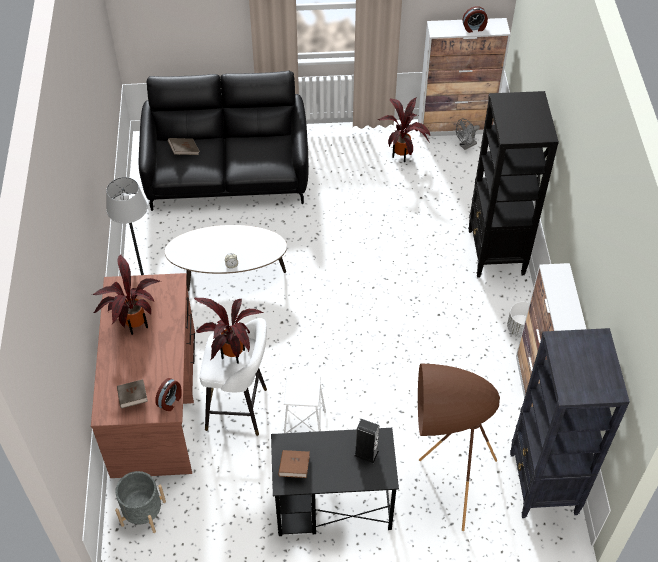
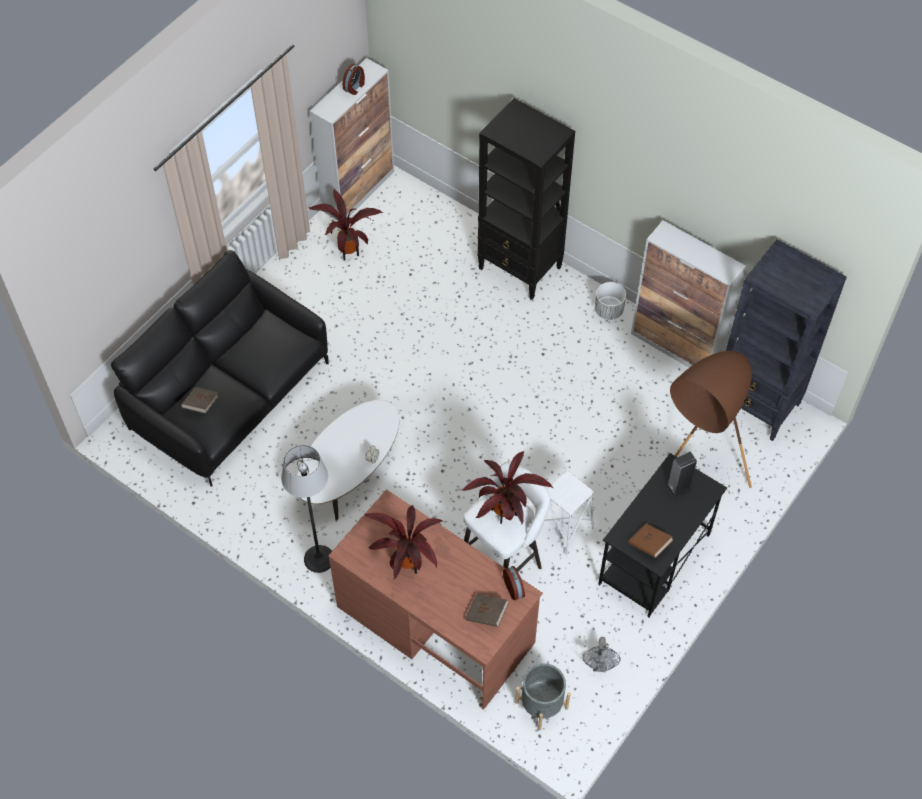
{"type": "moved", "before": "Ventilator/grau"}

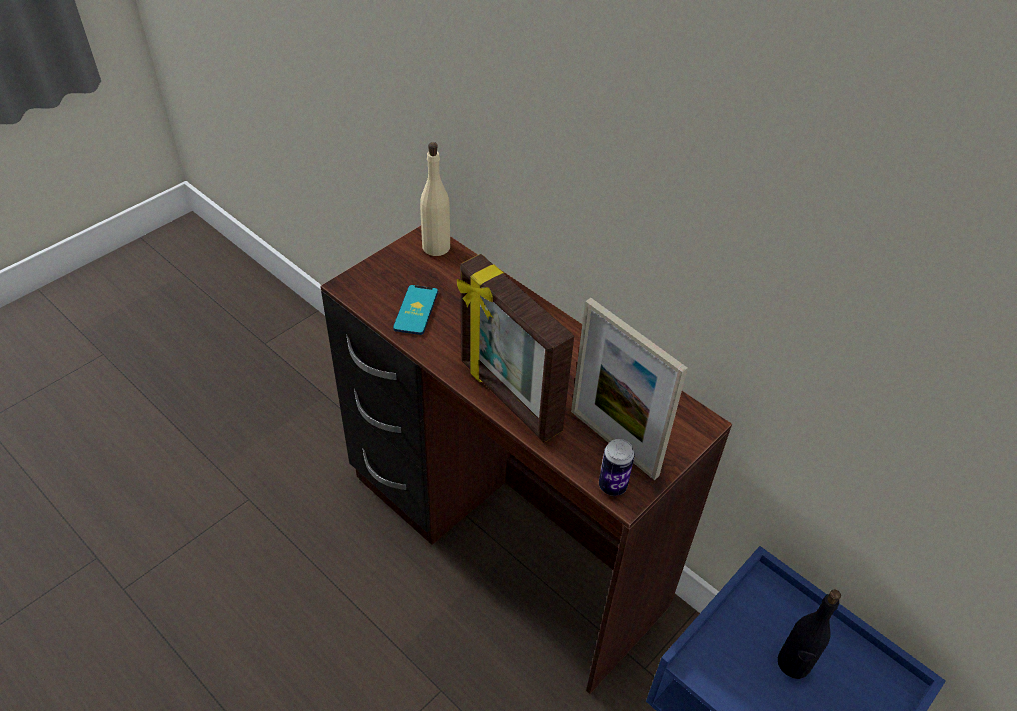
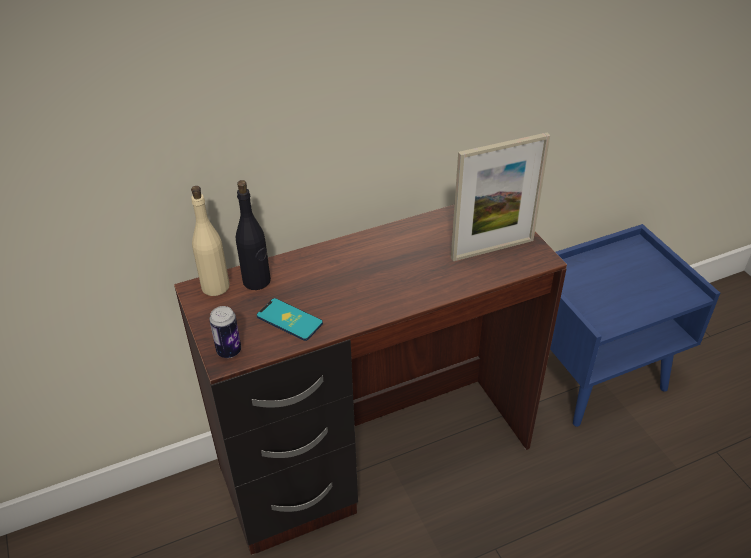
{"type": "moved", "before": "Dose"}
{"type": "moved", "before": "Flasche/schwarz"}
{"type": "removed", "before": "Bilderrahmen (1st from left)"}

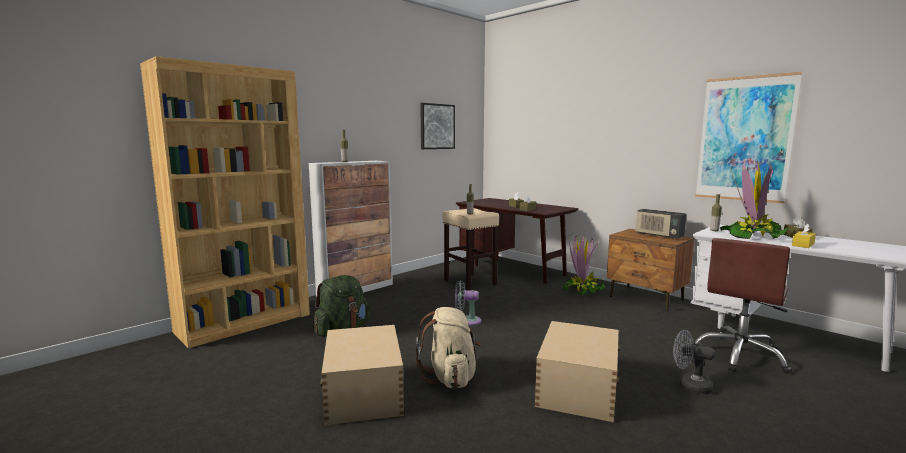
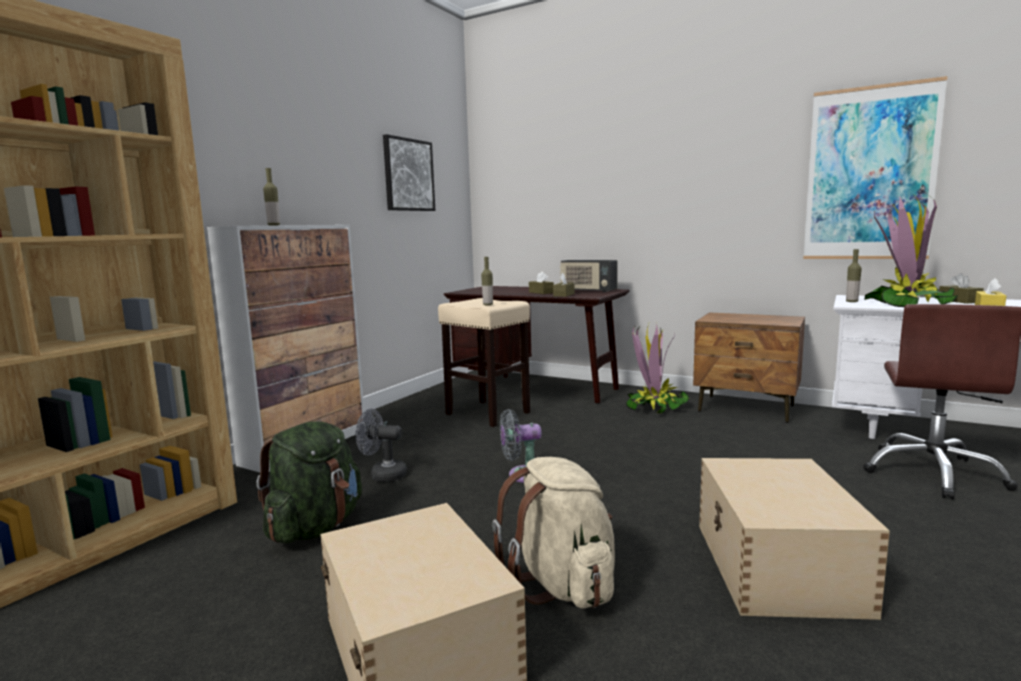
{"type": "moved", "before": "Ventilator/grau (2nd from left in the first image)", "after": "Ventilator/grau (1st from left)"}
{"type": "moved", "before": "Radio"}

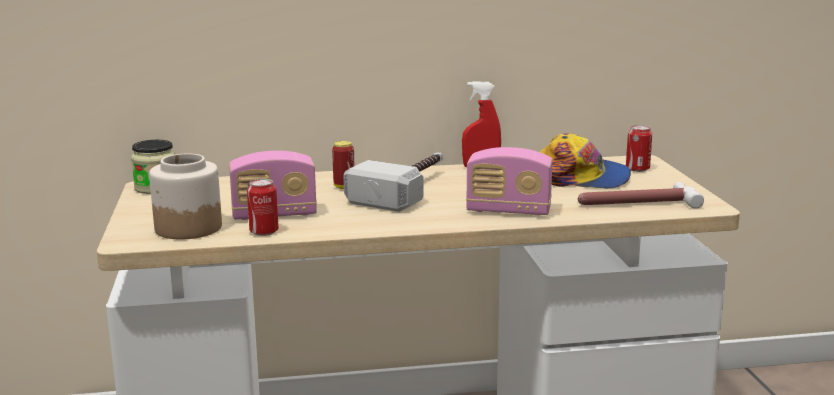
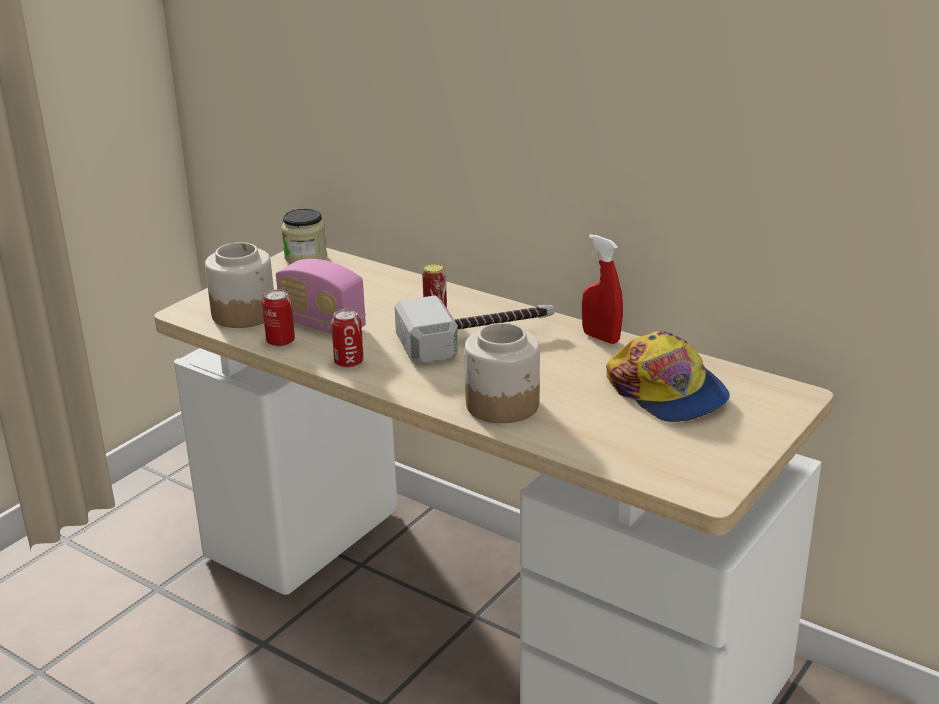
{"type": "moved", "before": "Dose (3rd from left in the first image)", "after": "Dose (2nd from left)"}
{"type": "replaced", "before": "Radio (2nd from left)", "after": "Vorratsglas (3rd from left)"}
{"type": "removed", "before": "Hammer (2nd from left)"}

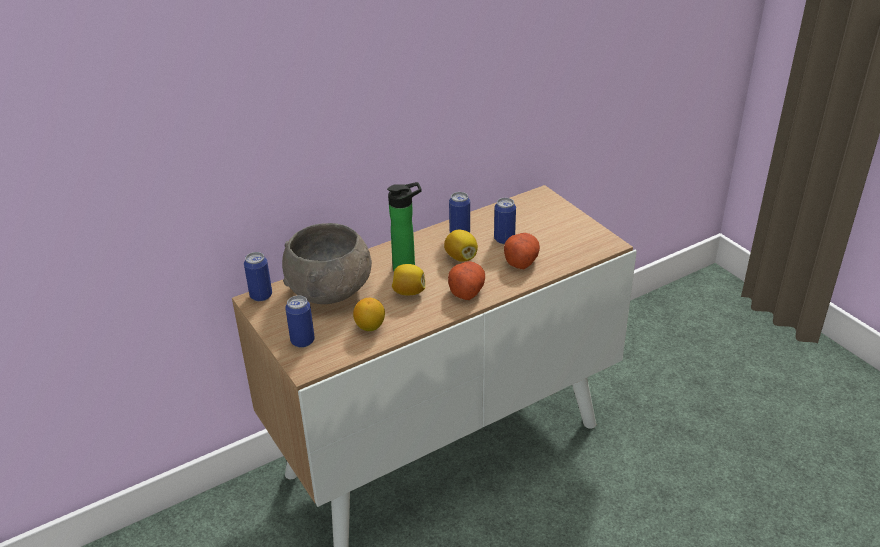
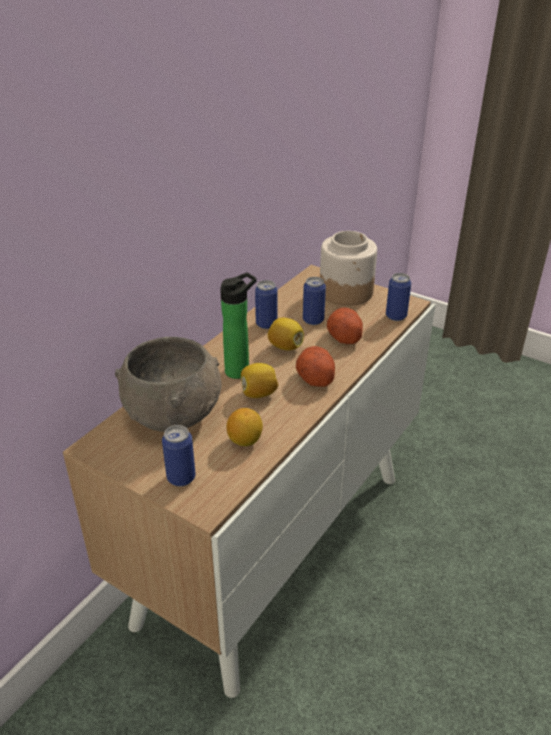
{"type": "added", "after": "Vorratsglas"}
{"type": "moved", "before": "Dose (1st from left in the first image)", "after": "Dose (4th from left)"}

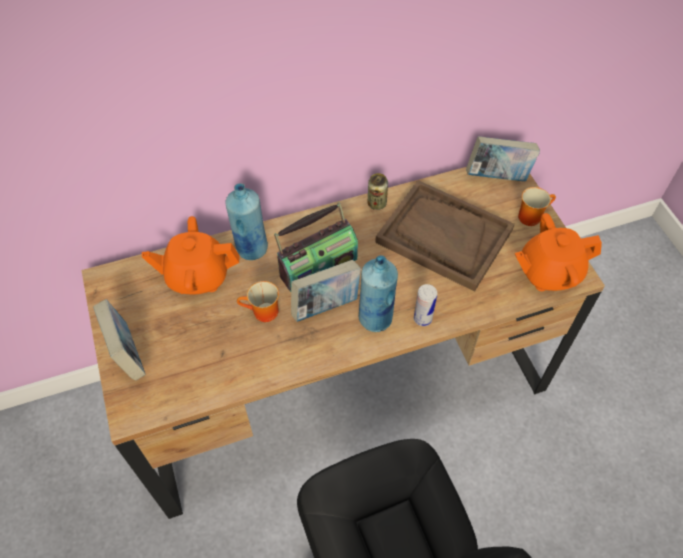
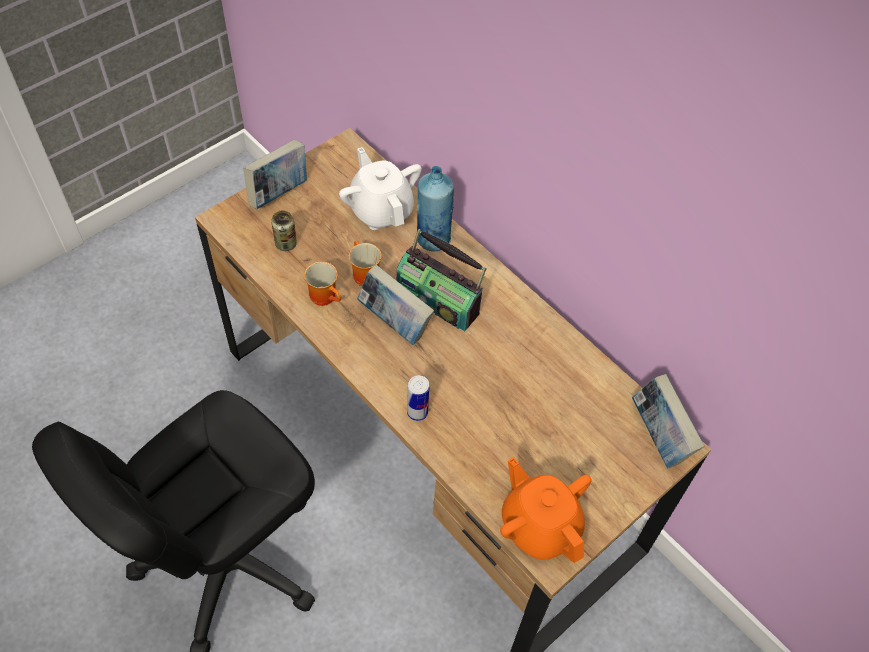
{"type": "moved", "before": "Dose (1st from left)"}
{"type": "moved", "before": "Henkelbecher (2nd from left in the first image)", "after": "Henkelbecher (1st from left)"}
{"type": "recoloured", "before": "Teekanne/orange (1st from left)", "after": "Teekanne/weiß"}
{"type": "removed", "before": "Flasche/blau (2nd from left)"}
{"type": "removed", "before": "Tablett/braun"}

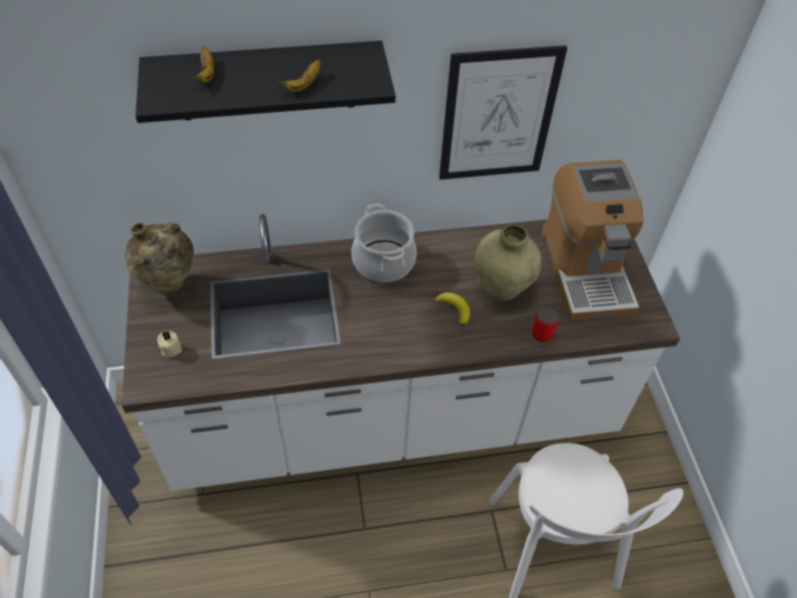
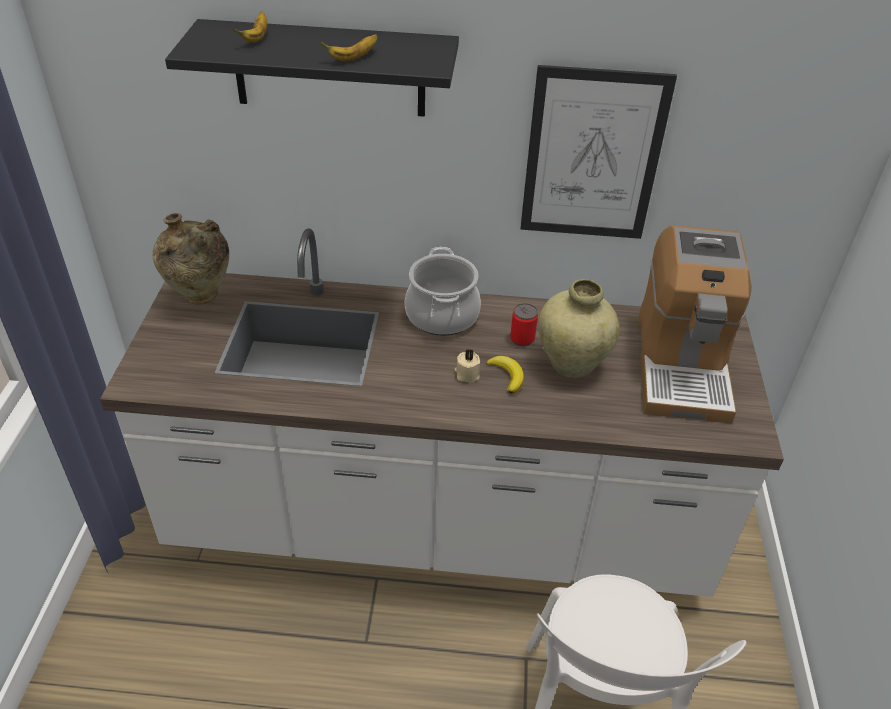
{"type": "moved", "before": "Kerze/beige"}
{"type": "moved", "before": "Dose"}

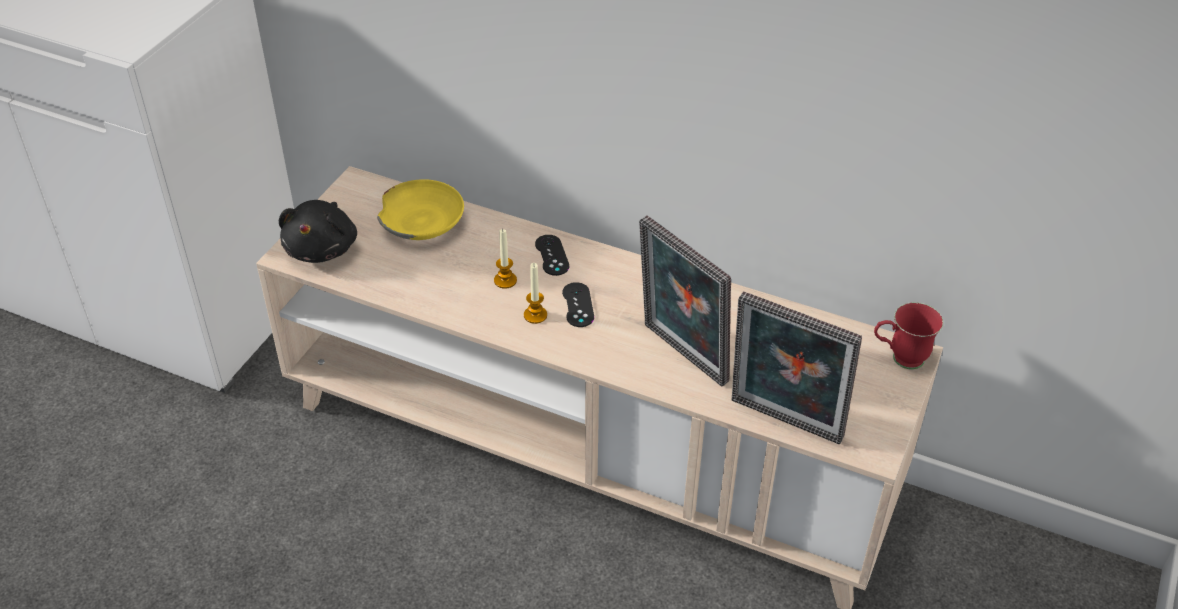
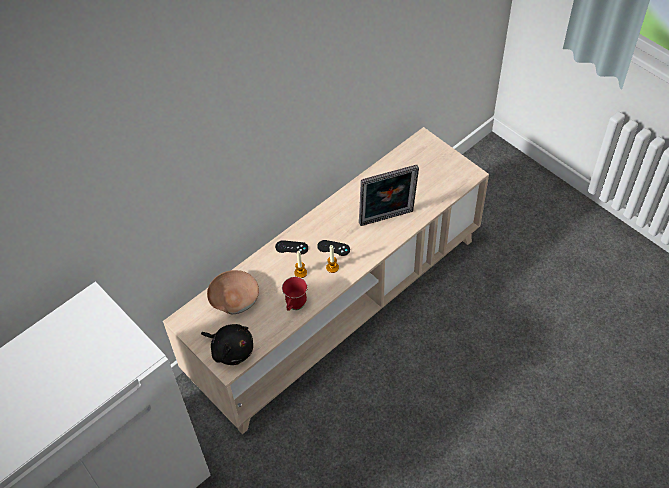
{"type": "recoloured", "before": "Schüssel/gelb", "after": "Schüssel/braun"}
{"type": "moved", "before": "Henkelbecher/rot"}
{"type": "removed", "before": "Bilderrahmen (2nd from left)"}

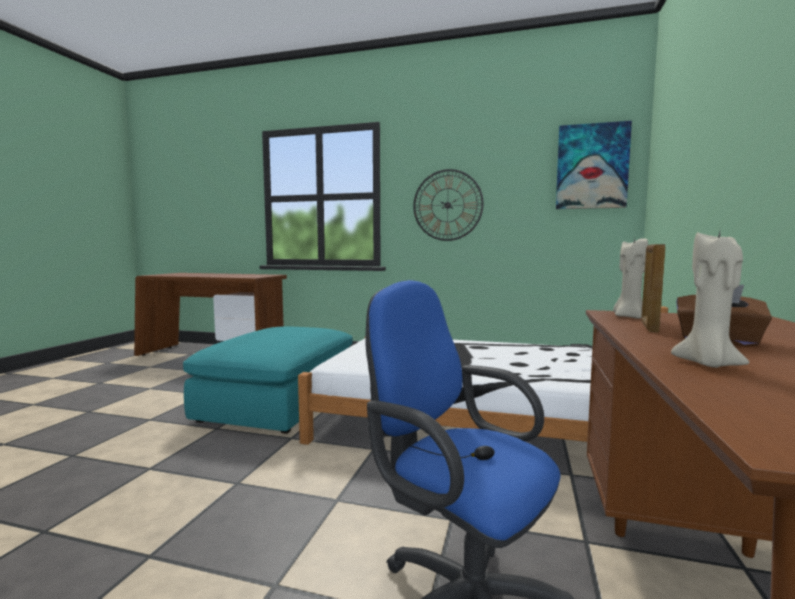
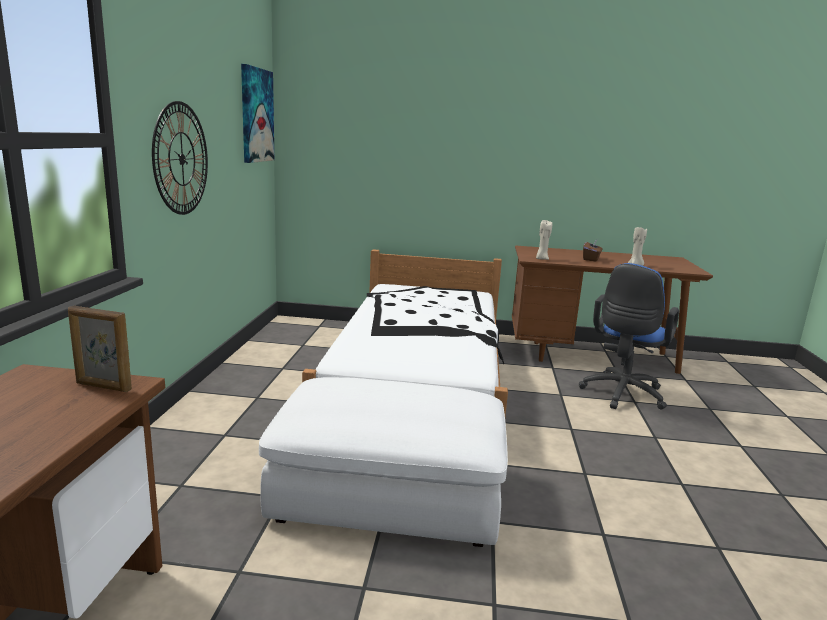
{"type": "moved", "before": "Bilderrahmen"}
{"type": "recoloured", "before": "Polsterhocker/türkis", "after": "Polsterhocker/weiß"}

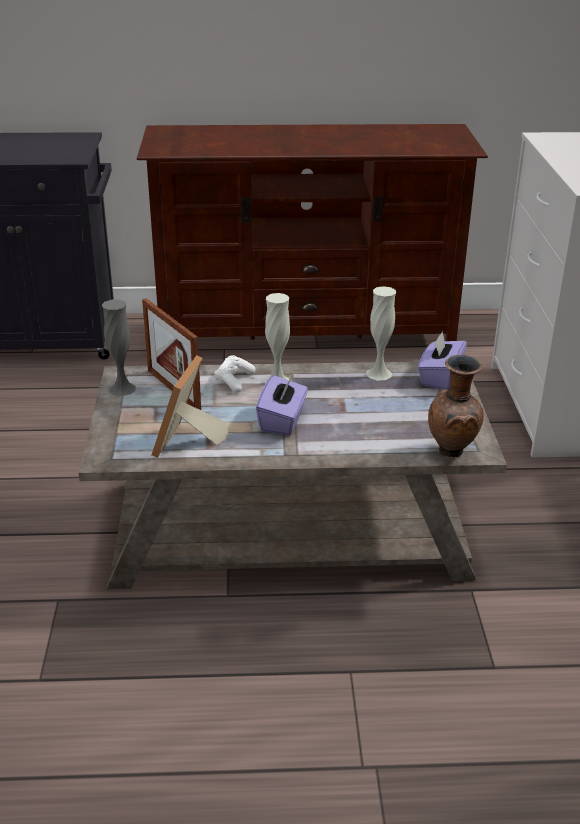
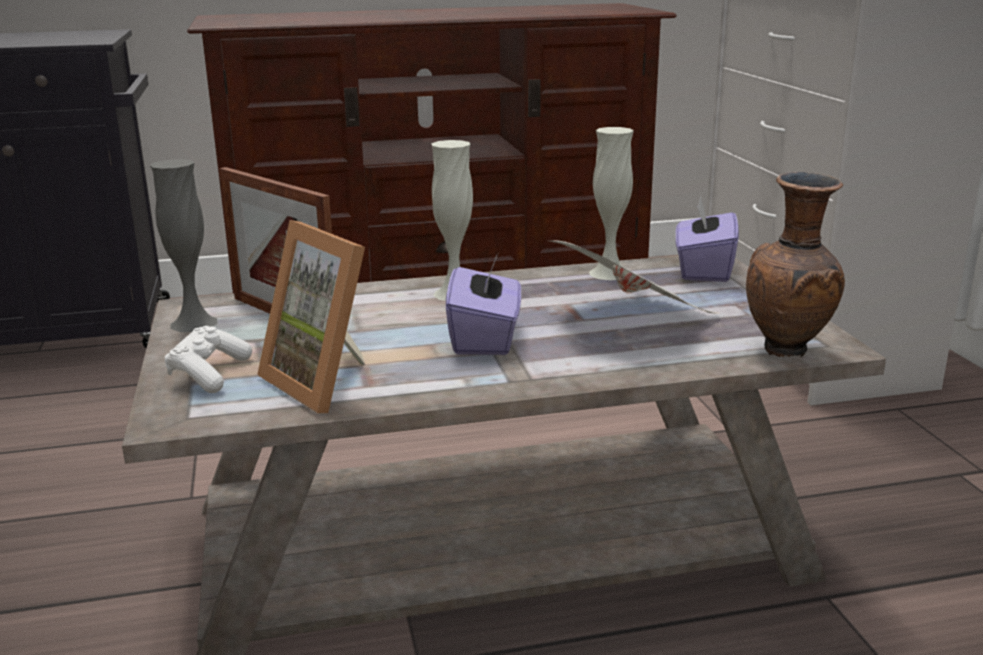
{"type": "moved", "before": "Gamepad/weiß"}
{"type": "turned", "before": "Bilderrahmen (2nd from left)", "turn": -45}
{"type": "added", "after": "Zeitung"}

